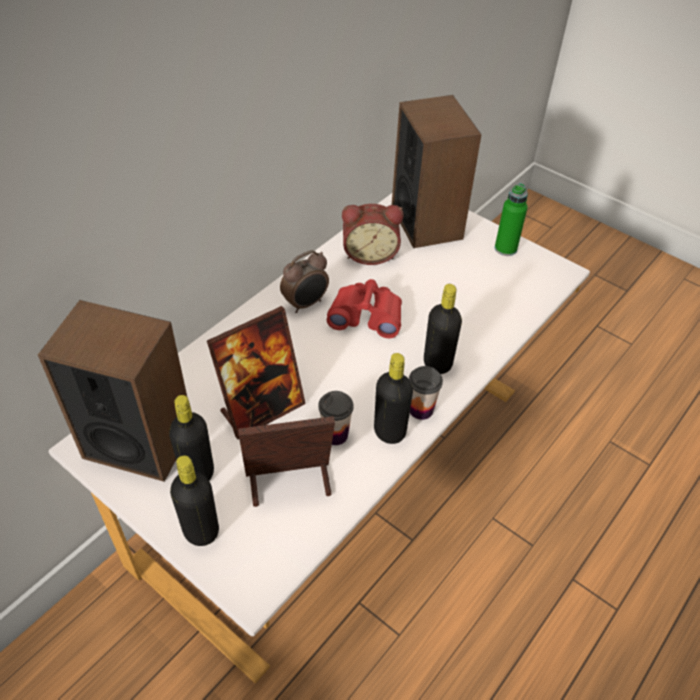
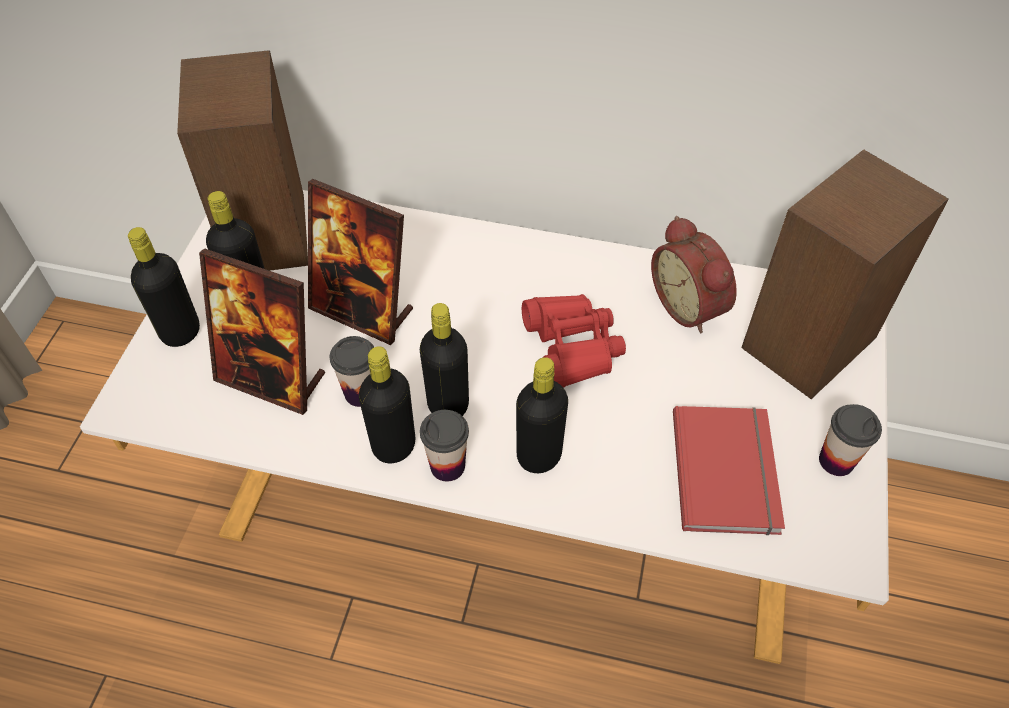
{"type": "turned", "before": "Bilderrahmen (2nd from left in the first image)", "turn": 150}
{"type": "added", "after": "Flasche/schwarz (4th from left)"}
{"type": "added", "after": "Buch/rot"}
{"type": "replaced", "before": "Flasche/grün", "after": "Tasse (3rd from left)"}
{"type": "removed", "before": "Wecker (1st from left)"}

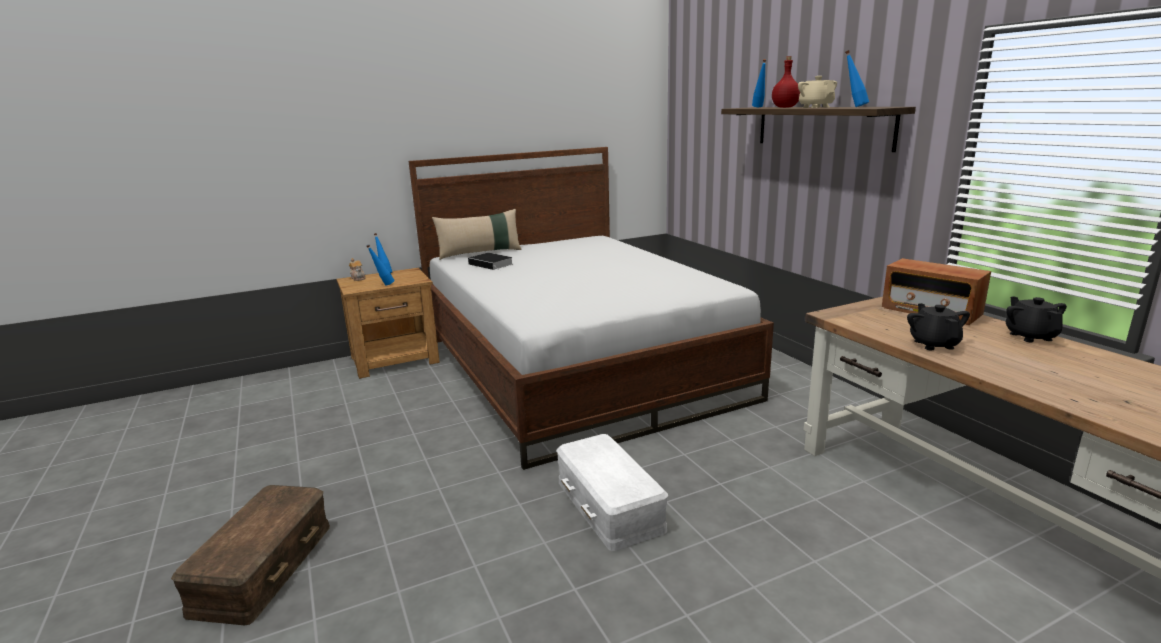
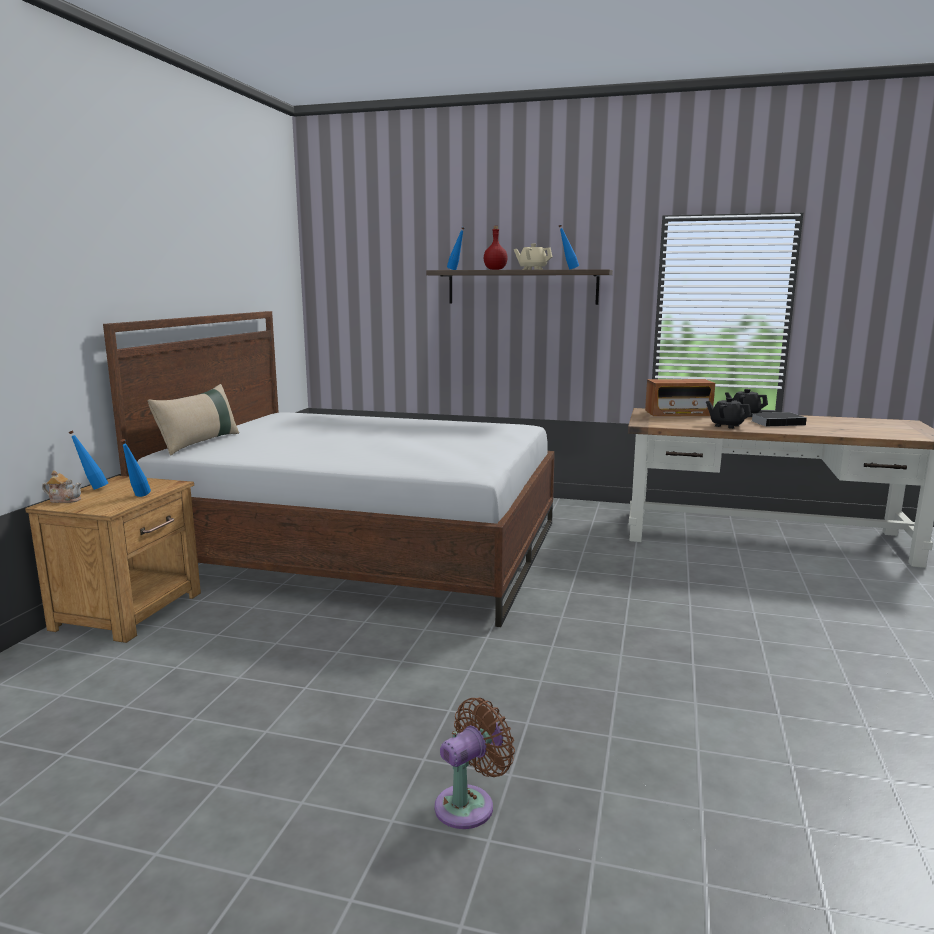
{"type": "replaced", "before": "Aufbewahrungsbox/braun", "after": "Ventilator/braun"}
{"type": "moved", "before": "Buch"}
{"type": "removed", "before": "Aufbewahrungsbox/weiß"}

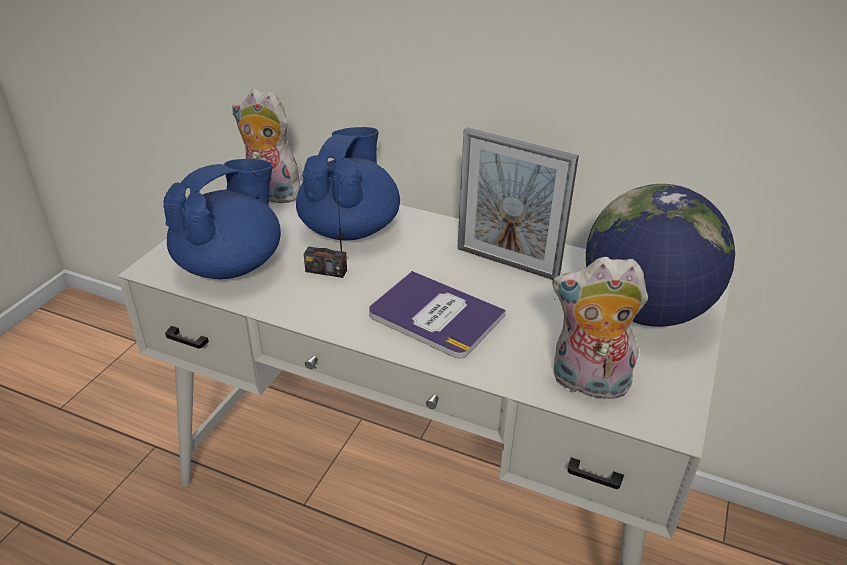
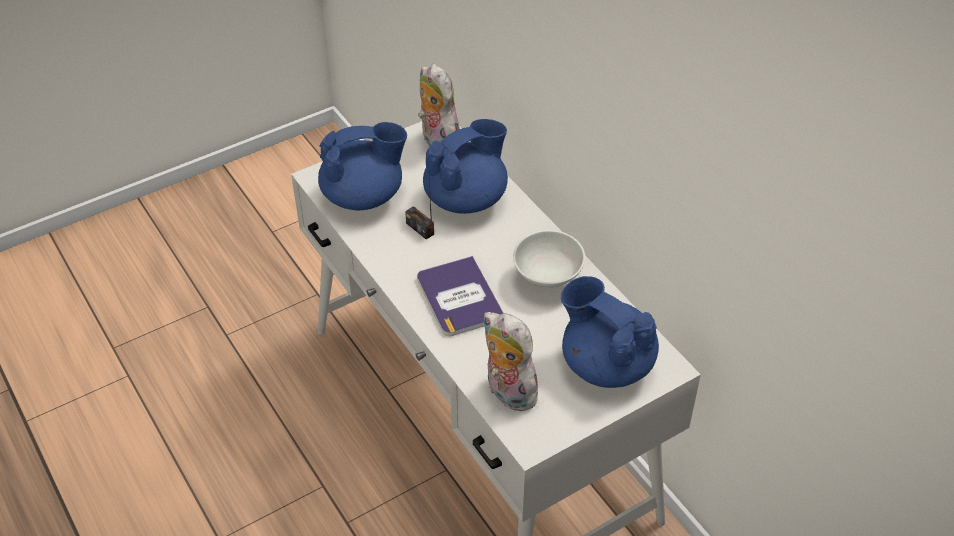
{"type": "replaced", "before": "Bilderrahmen", "after": "Schüssel/weiß"}
{"type": "replaced", "before": "Globus", "after": "Teekanne/blau (3rd from left)"}

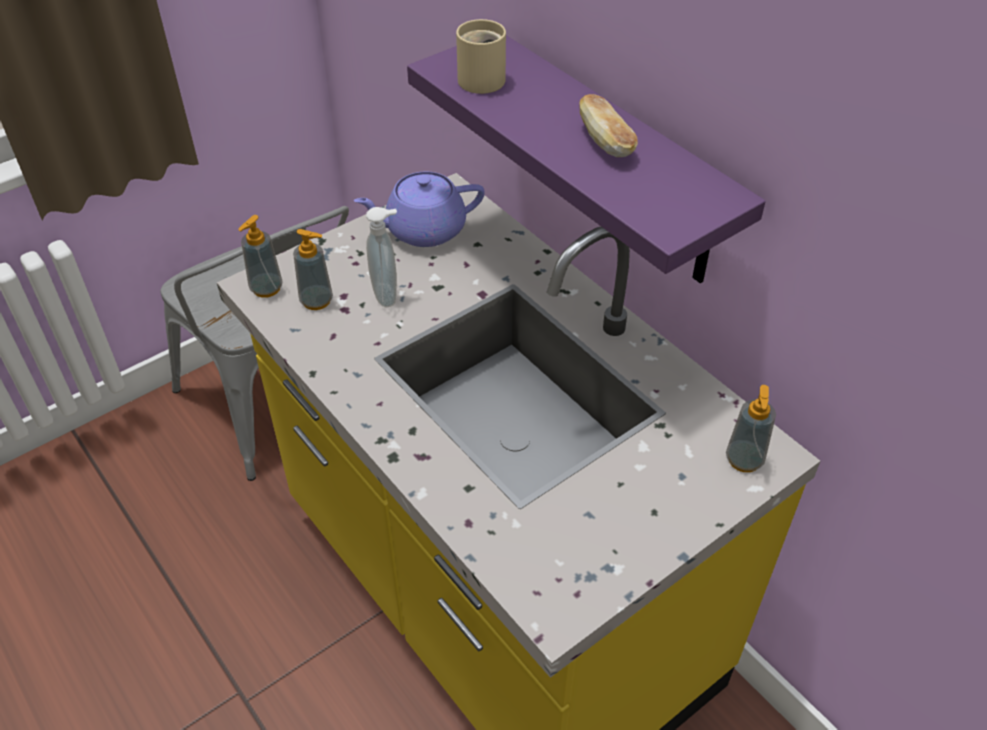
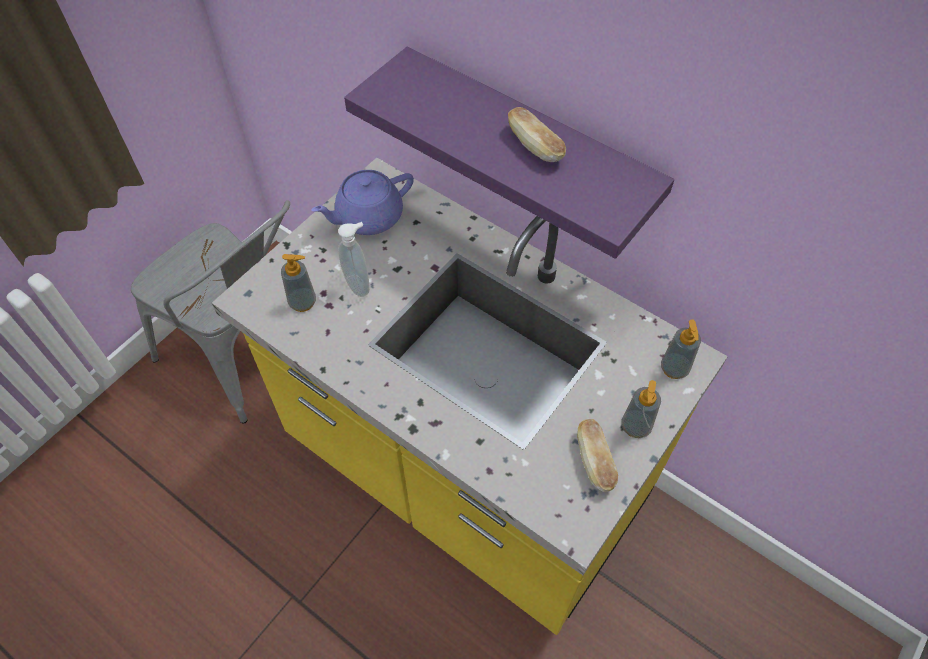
{"type": "added", "after": "Brot (2nd from left)"}
{"type": "moved", "before": "Seifenspender (1st from left in the first image)", "after": "Seifenspender (3rd from left)"}
{"type": "removed", "before": "Henkelbecher/beige"}

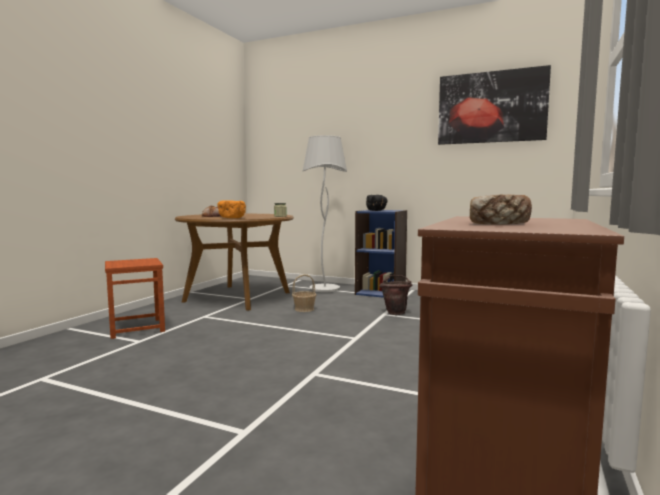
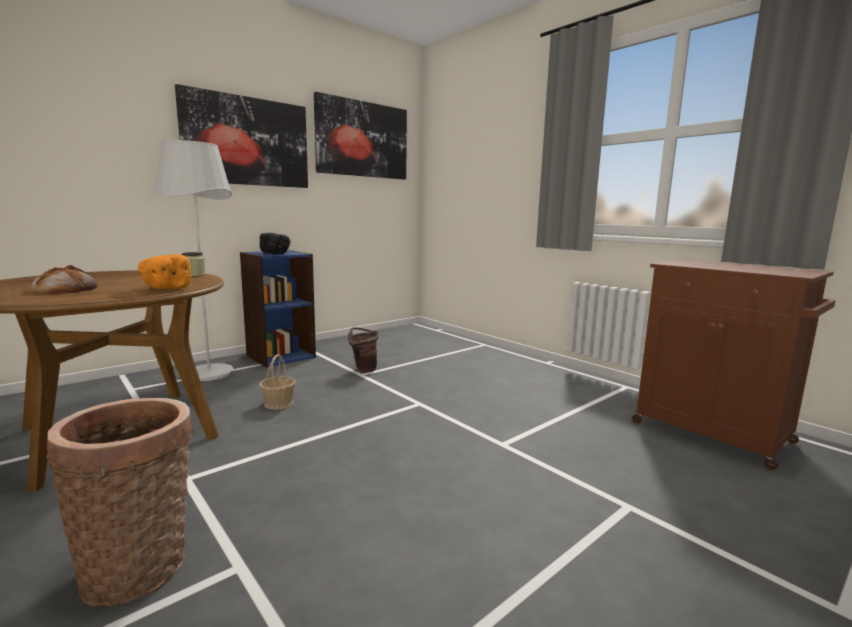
{"type": "replaced", "before": "Hocker/braun", "after": "Korb (1st from left)"}
{"type": "added", "after": "Bild (1st from left)"}
{"type": "removed", "before": "Brot (2nd from left)"}

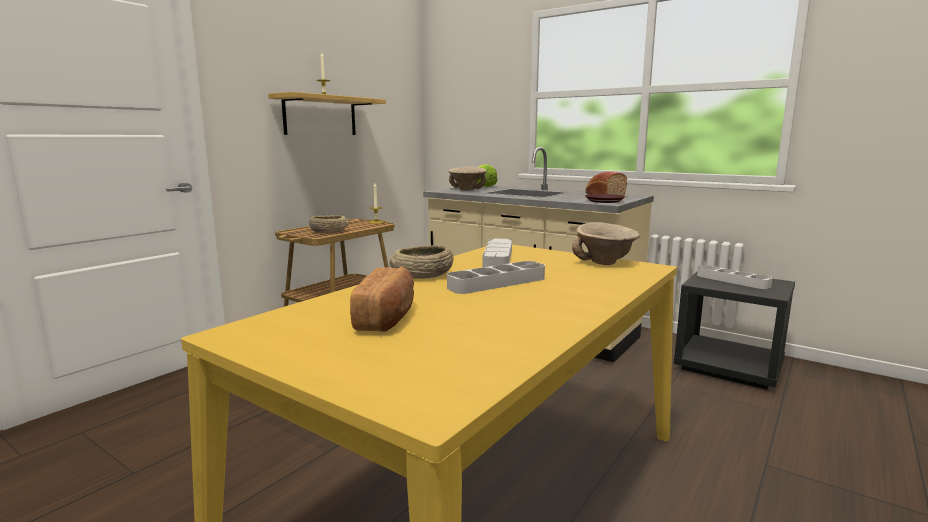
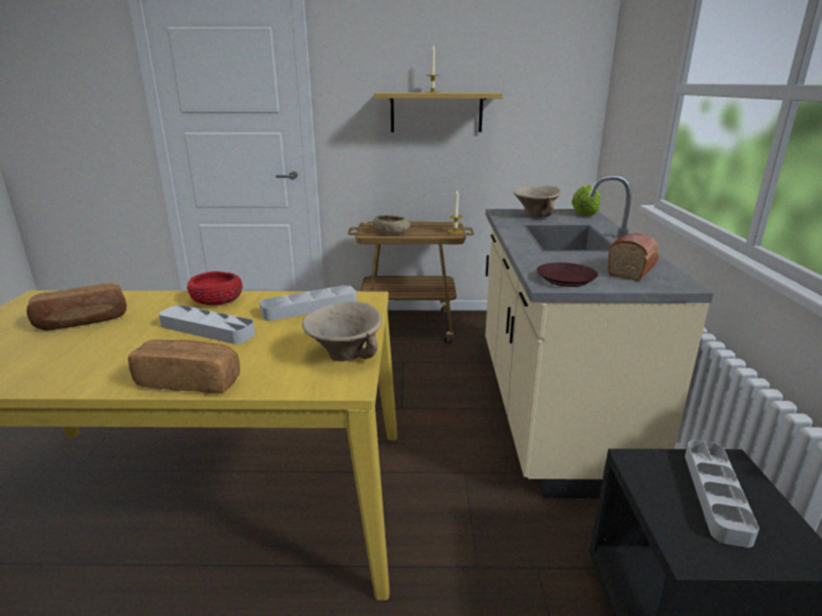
{"type": "added", "after": "Brot (2nd from left)"}
{"type": "recoloured", "before": "Schüssel/beige (2nd from left)", "after": "Schüssel/rot"}

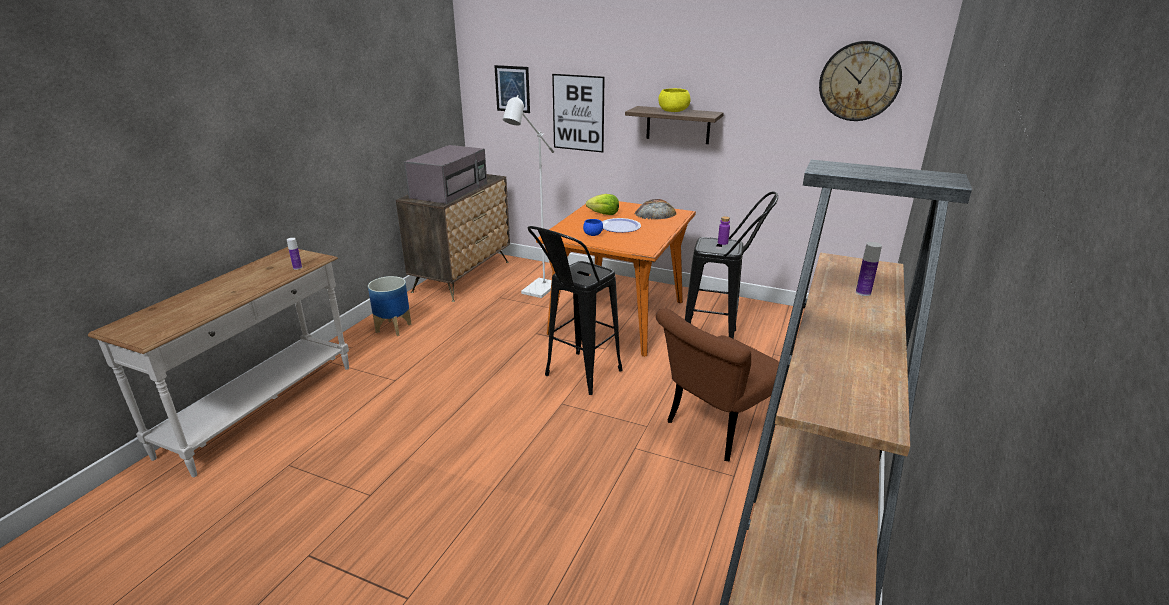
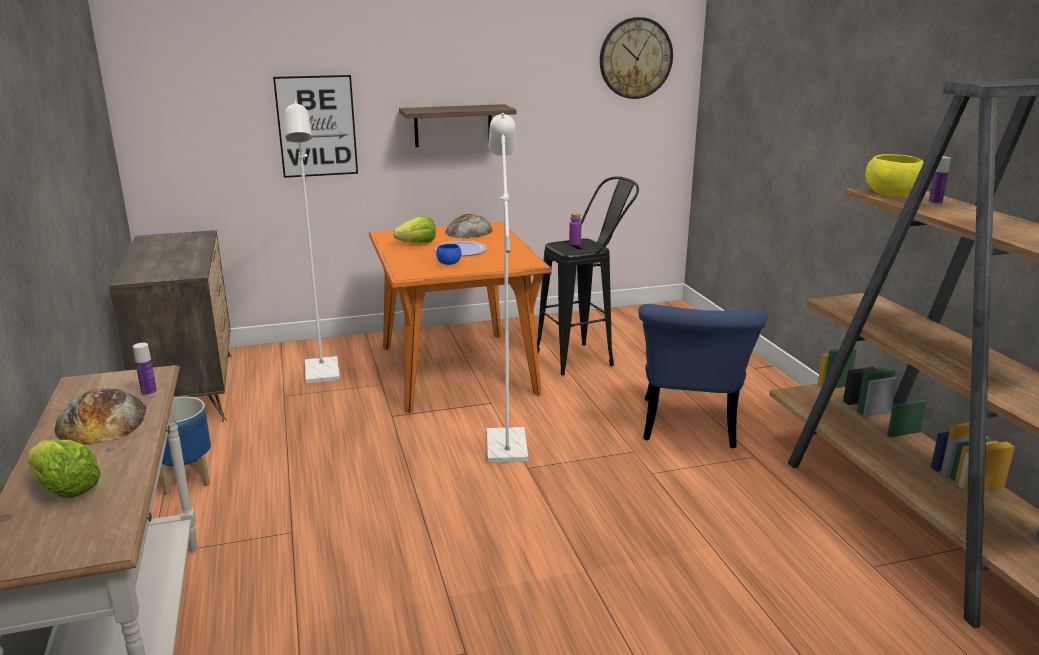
{"type": "added", "after": "Salatkopf (1st from left)"}
{"type": "added", "after": "Brot (1st from left)"}
{"type": "replaced", "before": "Hocker/schwarz (1st from left)", "after": "Stehlampe/weiß (2nd from left)"}
{"type": "recoloured", "before": "Stuhl/braun", "after": "Stuhl/blau"}
{"type": "moved", "before": "Schüssel/gelb"}
{"type": "removed", "before": "Mikrowelle/grau"}
{"type": "removed", "before": "Bild (1st from left)"}

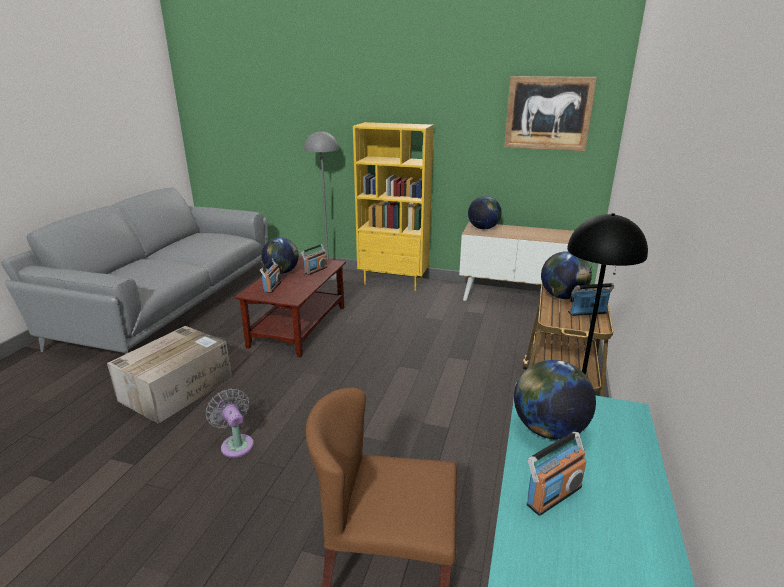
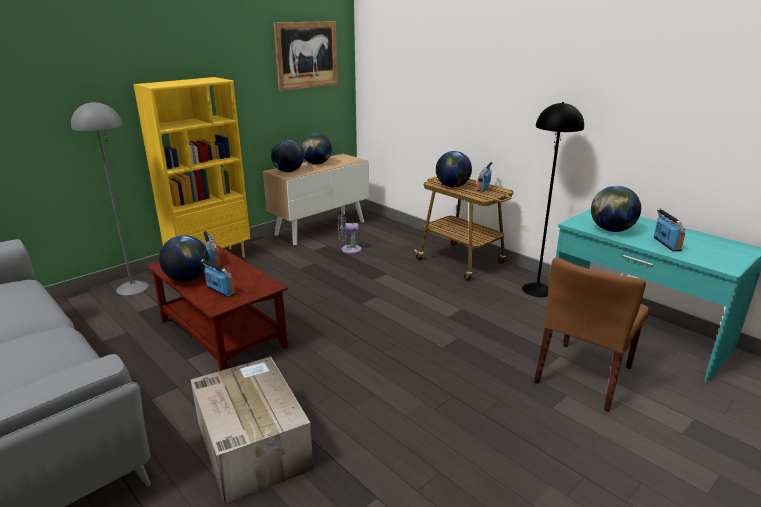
{"type": "added", "after": "Globus (3rd from left)"}
{"type": "moved", "before": "Ventilator/grau"}

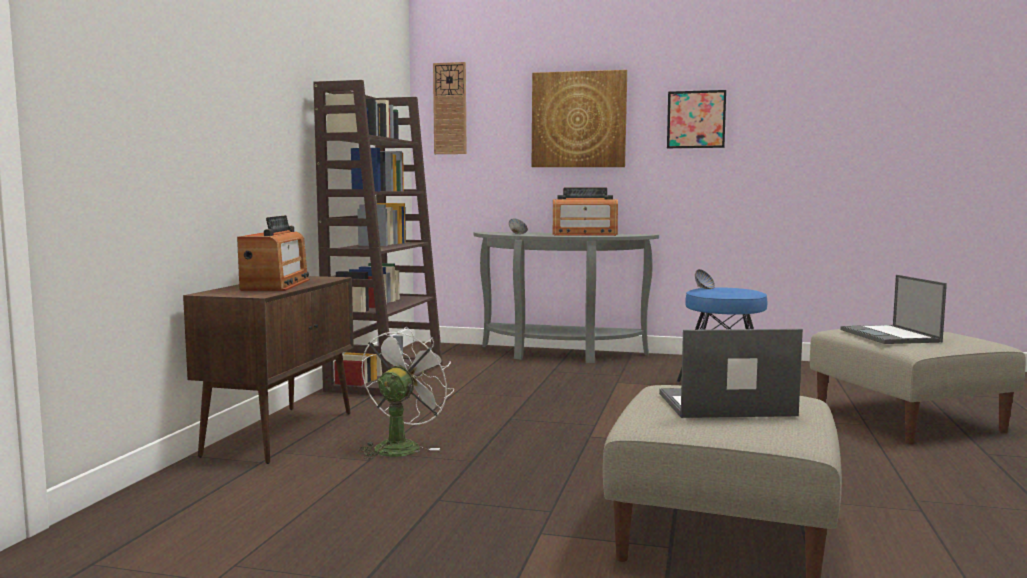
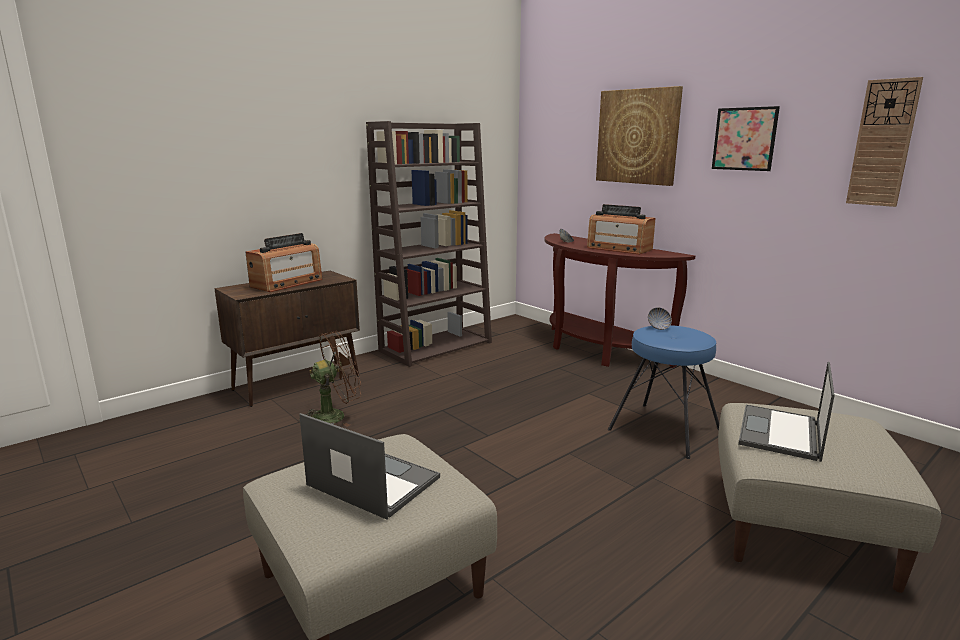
{"type": "recoloured", "before": "Ventilator/weiß", "after": "Ventilator/braun"}
{"type": "recoloured", "before": "Konsolentisch/grau", "after": "Konsolentisch/braun"}
{"type": "moved", "before": "Wanduhr"}

